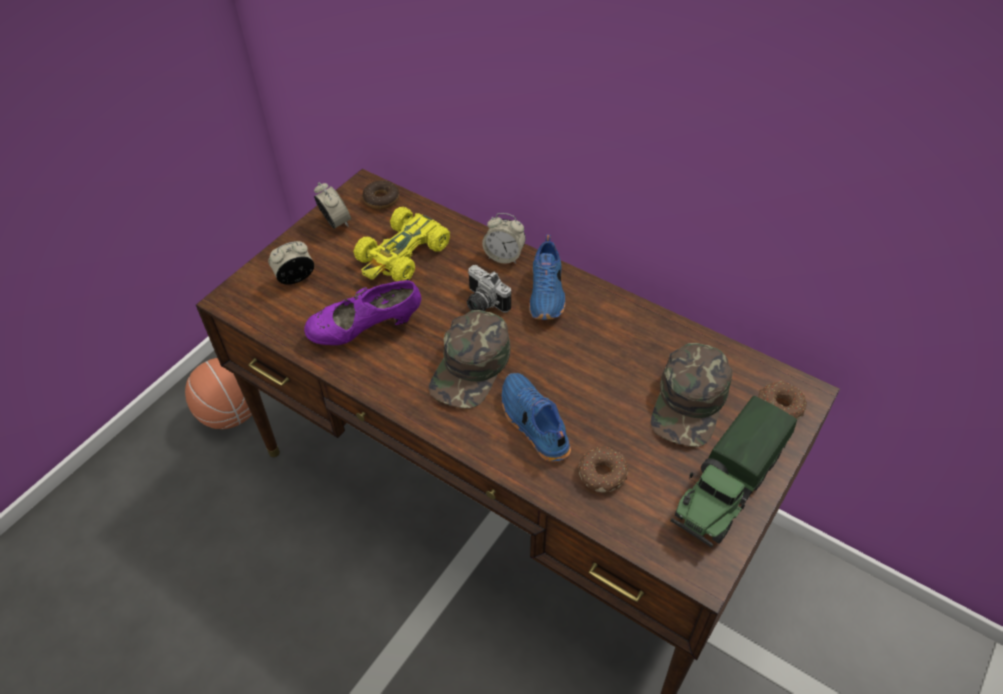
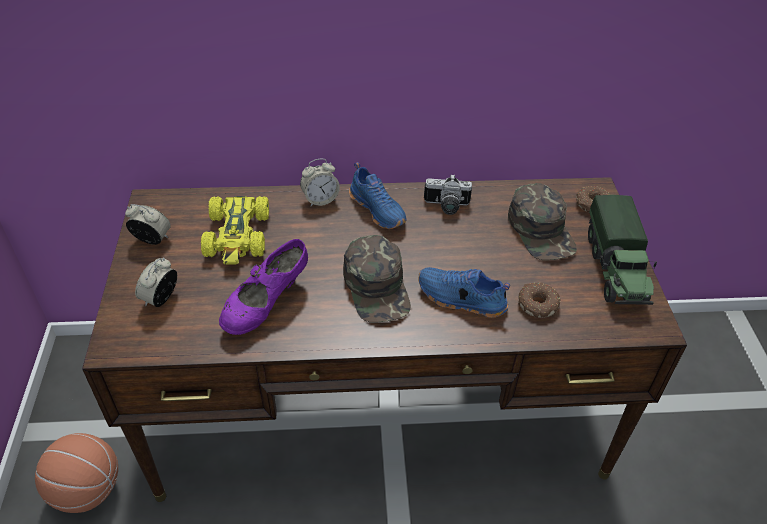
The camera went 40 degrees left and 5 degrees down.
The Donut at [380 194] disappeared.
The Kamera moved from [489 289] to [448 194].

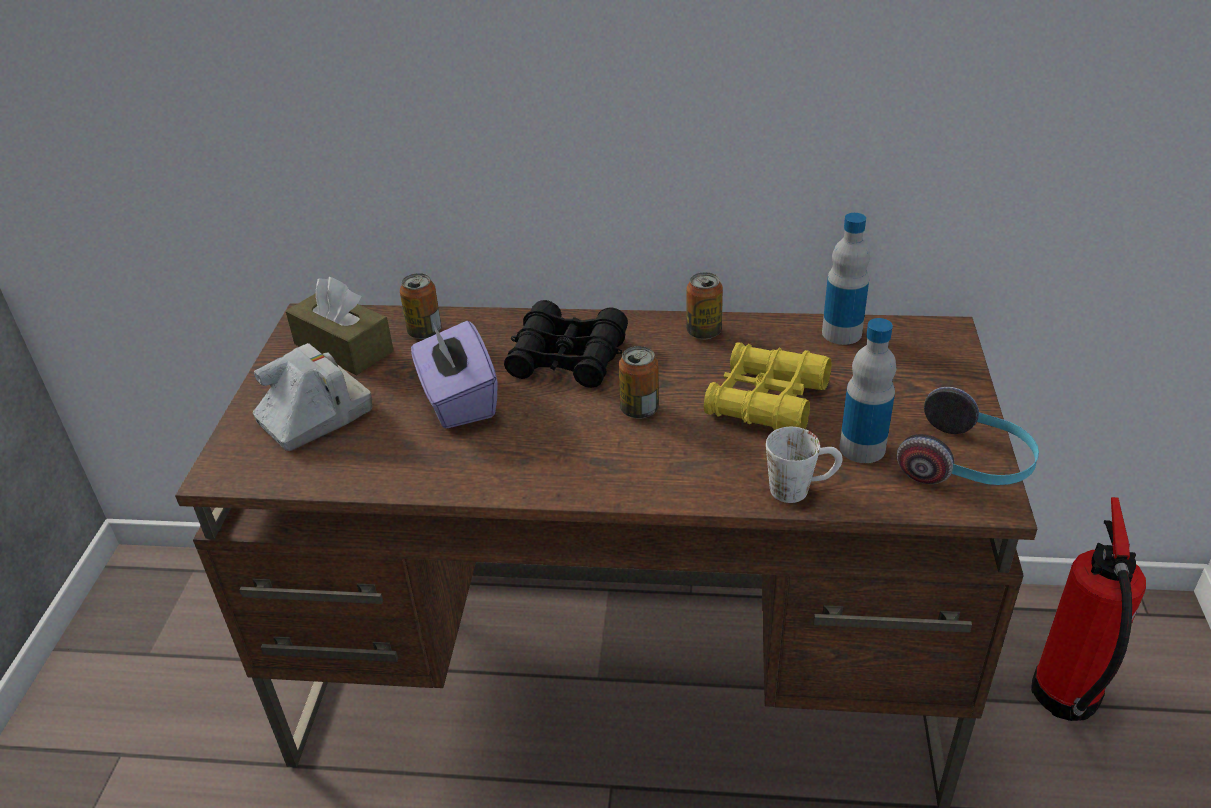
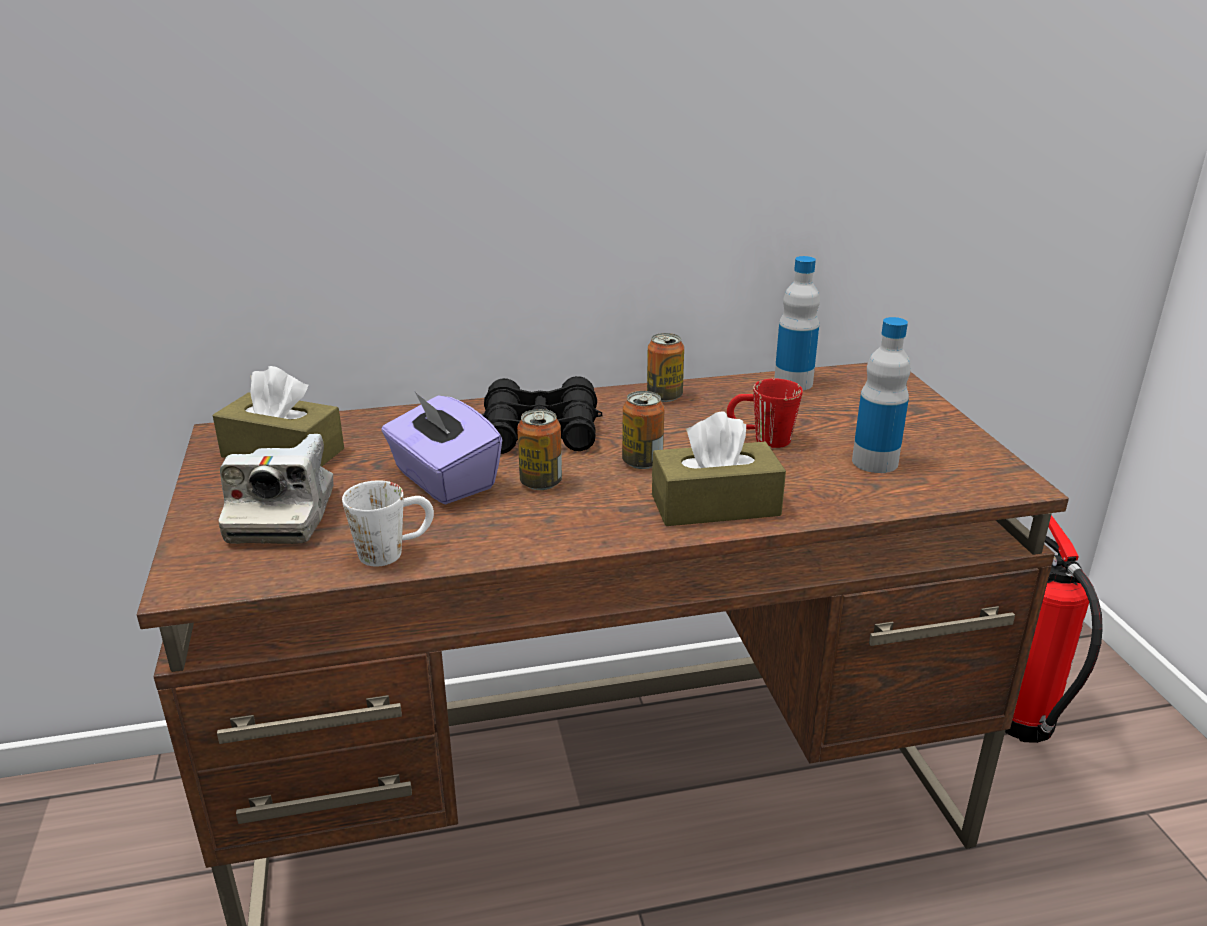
The camera went 20 degrees left and 10 degrees down.
The Dose moved from [420 306] to [539 449].
The Fernglas [gelb] at [768 386] was replaced by the Henkelbecher [rot] at [765 413].
The Kamera at [312 397] turned 150 degrees clockwise.
The Kopfhörer at [968 436] disappeared.
The Henkelbecher [weiß] moved from [804 465] to [388 523].
The Taschentuchbox [braun] at [719 469] appeared.

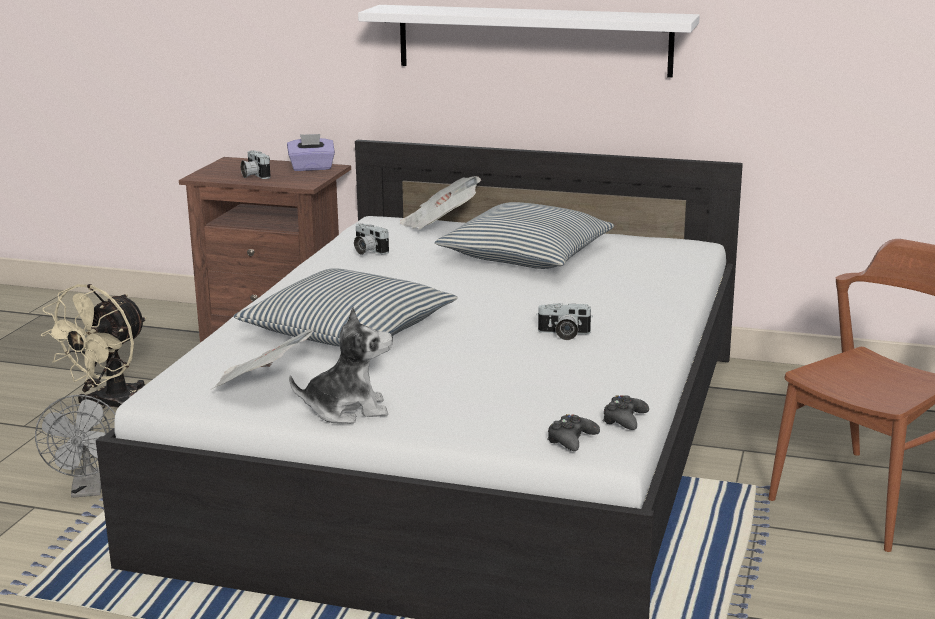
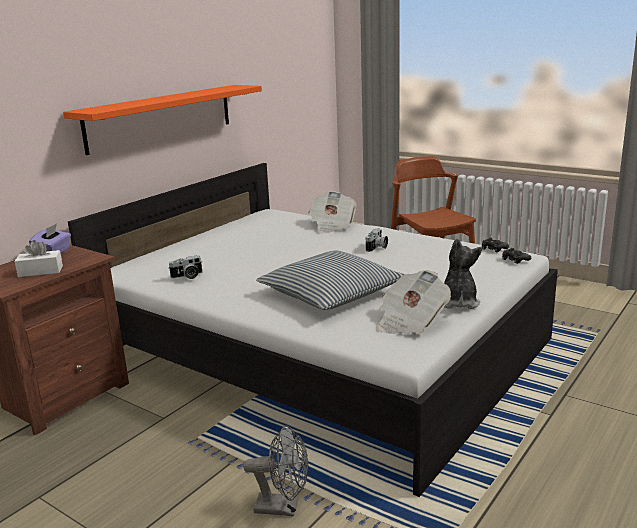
The camera went 70 degrees left and 0 degrees up.
The Wandregal [weiß] at [529 41] became the Wandregal [orange] at [162 120].
The Kamera at [256 164] was replaced by the Taschentuchbox [weiß] at [39 258].
The Zeitung moved from [440 202] to [332 212].
The Kissen at [524 235] disappeared.
The Ventilator [beige] at [94 346] disappeared.

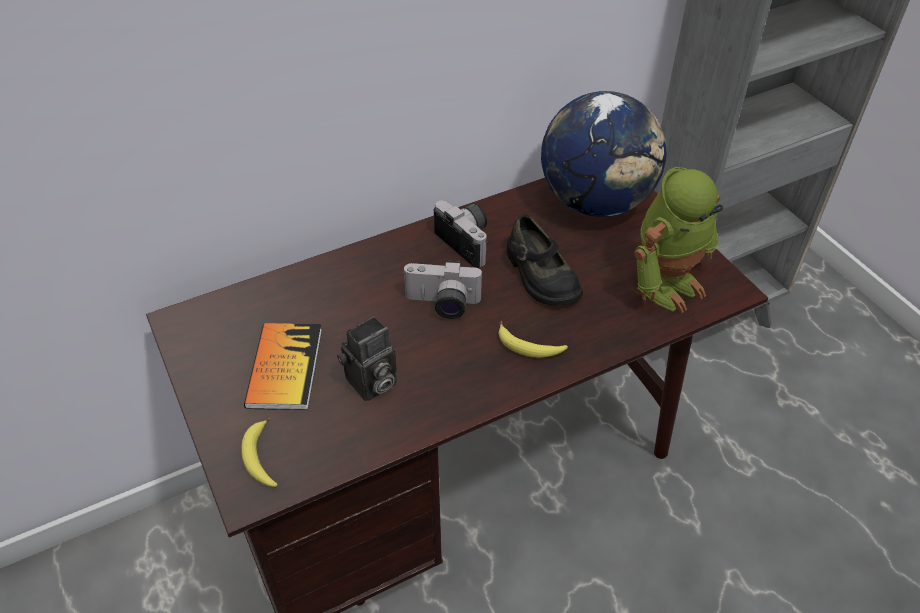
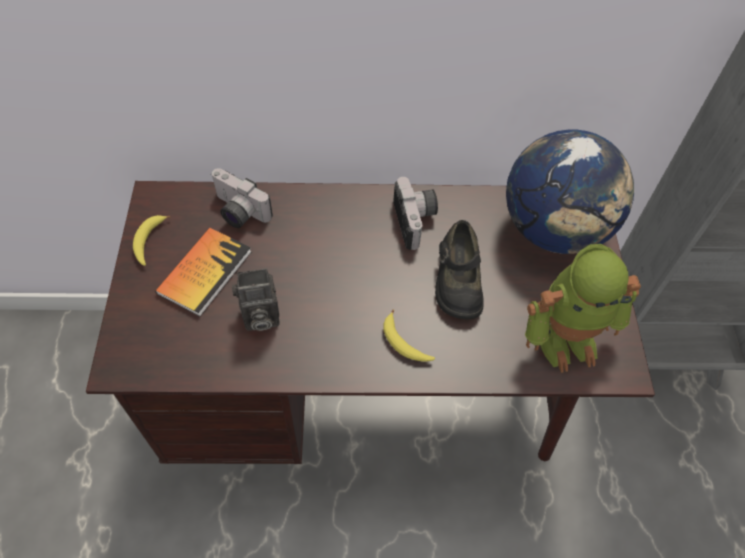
The camera went 25 degrees right and 10 degrees up.
The Kamera moved from [443 290] to [242 198].
The Banane moved from [259 452] to [151 240].

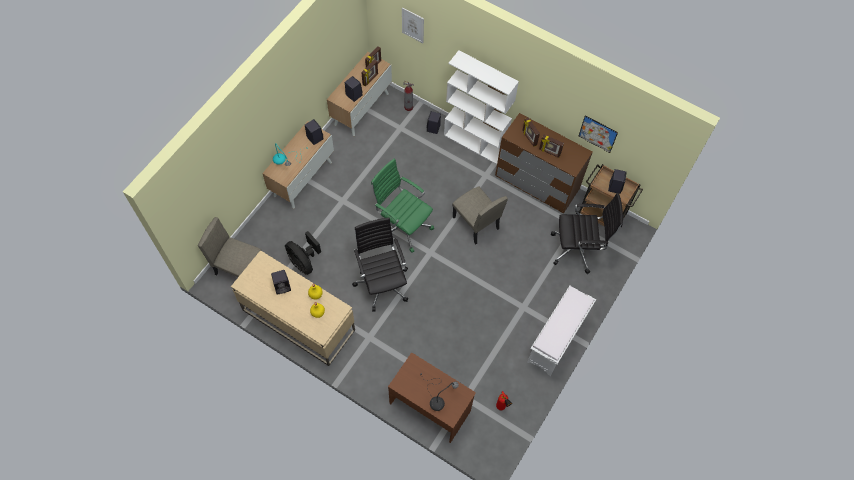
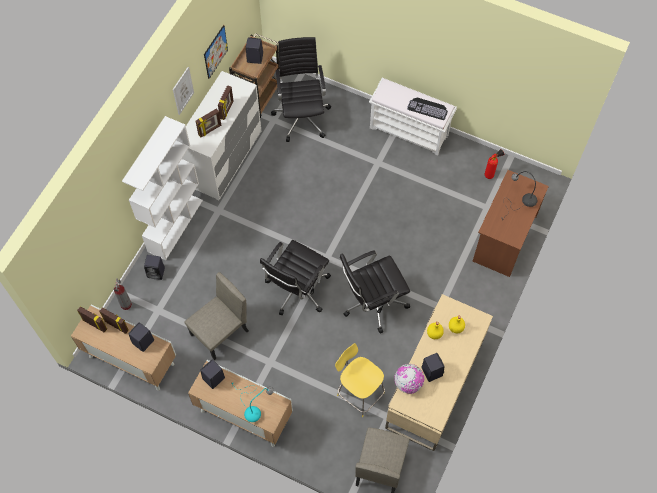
The camera went 95 degrees left and 0 degrees up.
The Bild moved from [413 25] to [183 91].
The Kommode [braun] at [544 163] became the Kommode [weiß] at [221 136].
The Bürostuhl [grün] at [402 206] became the Bürostuhl [schwarz] at [295 277].
The Stuhl [beige] moved from [480 215] to [217 316].
The Ventilator [schwarz] at [303 253] was replaced by the Hocker [gelb] at [360 380].
The Tastatur at [427 109] appeared.
The Globus at [409 379] appeared.

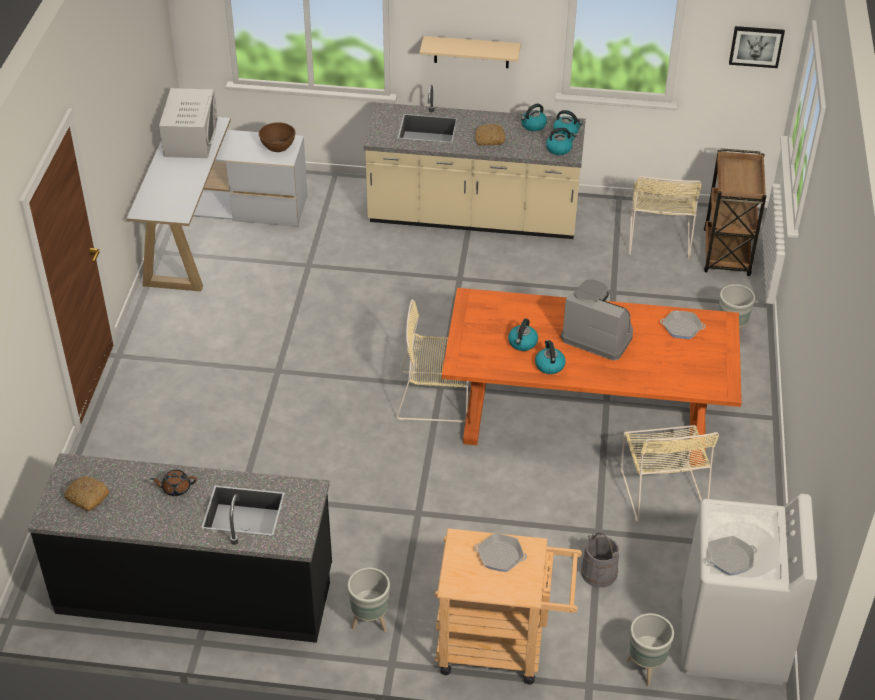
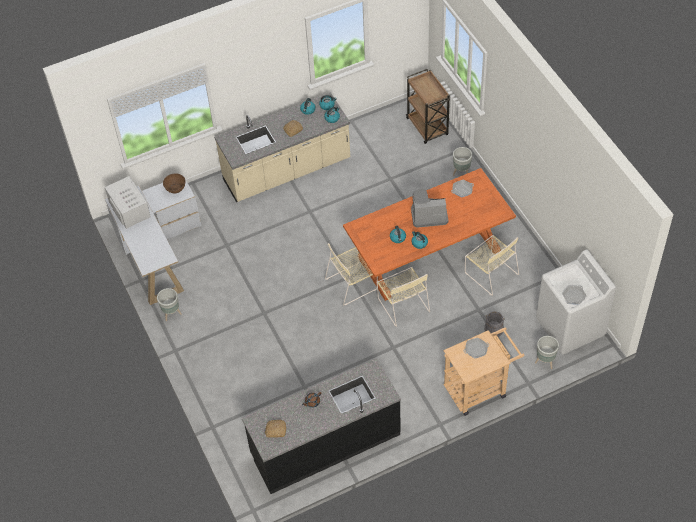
The camera went 30 degrees left and 10 degrees up.
The Bild at [757 47] disappeared.
The Wandregal [beige] at [470 52] disappeared.
The Stuhl [beige] moved from [665 218] to [403 297].
The Pflanzkübel [grau] moved from [368 599] to [169 304].

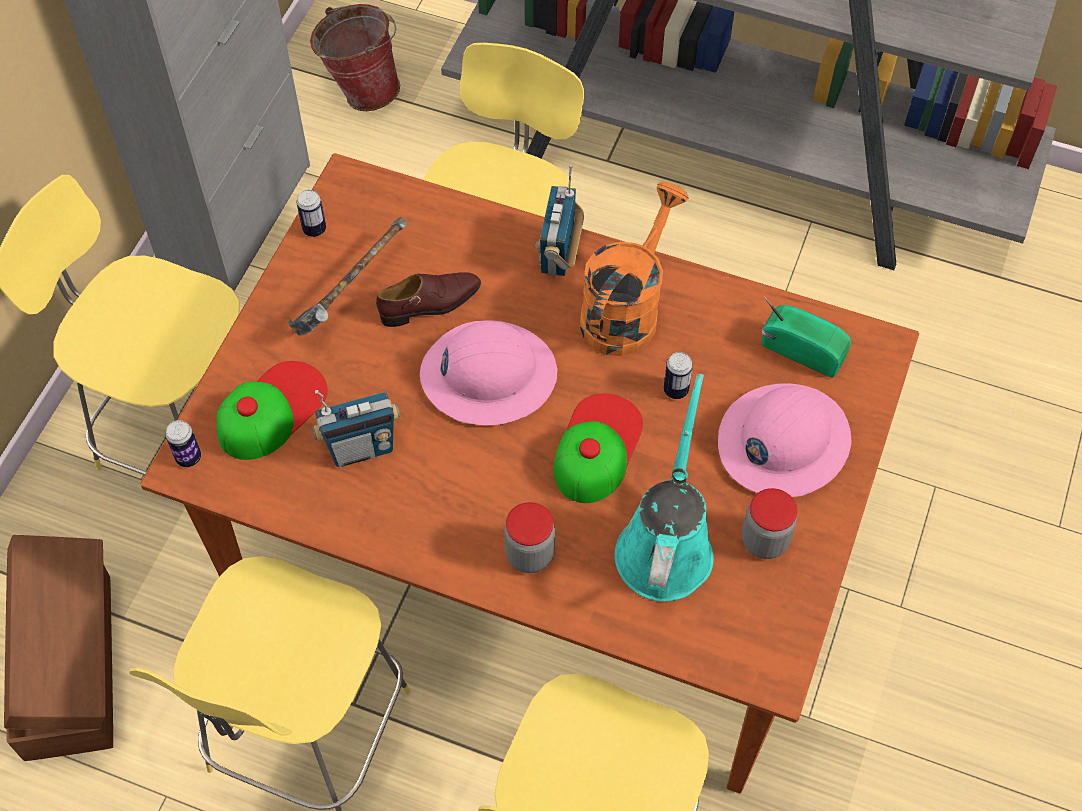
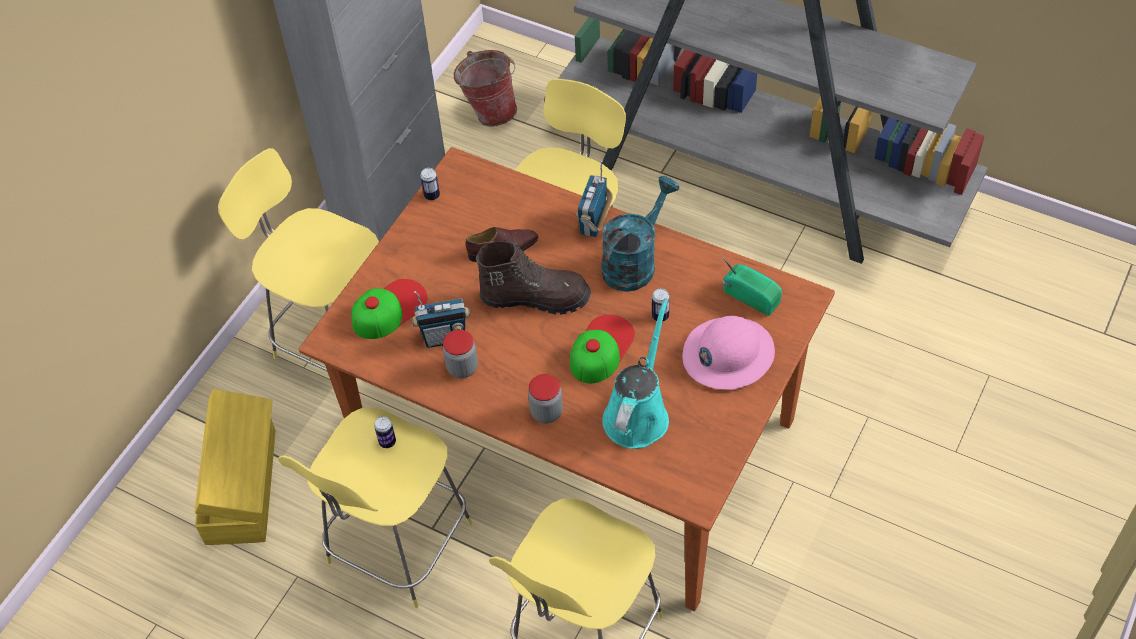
The camera went 10 degrees right and 5 degrees down.
The Gießkanne [orange] at [634 269] became the Gießkanne [türkis] at [640 234].
The Hammer at [348 276] disappeared.
The Schutzhelm [rosa] at [489 373] was replaced by the Stiefel [braun] at [533 278].
The Dose moved from [183 443] to [385 432].
The Vorratsglas moved from [769 523] to [460 354].
The Aufbewahrungsbox [braun] at [58 648] became the Aufbewahrungsbox [gelb] at [235 467].

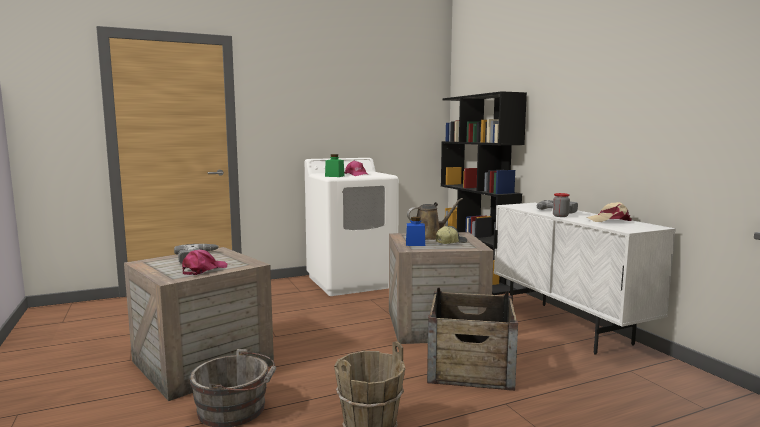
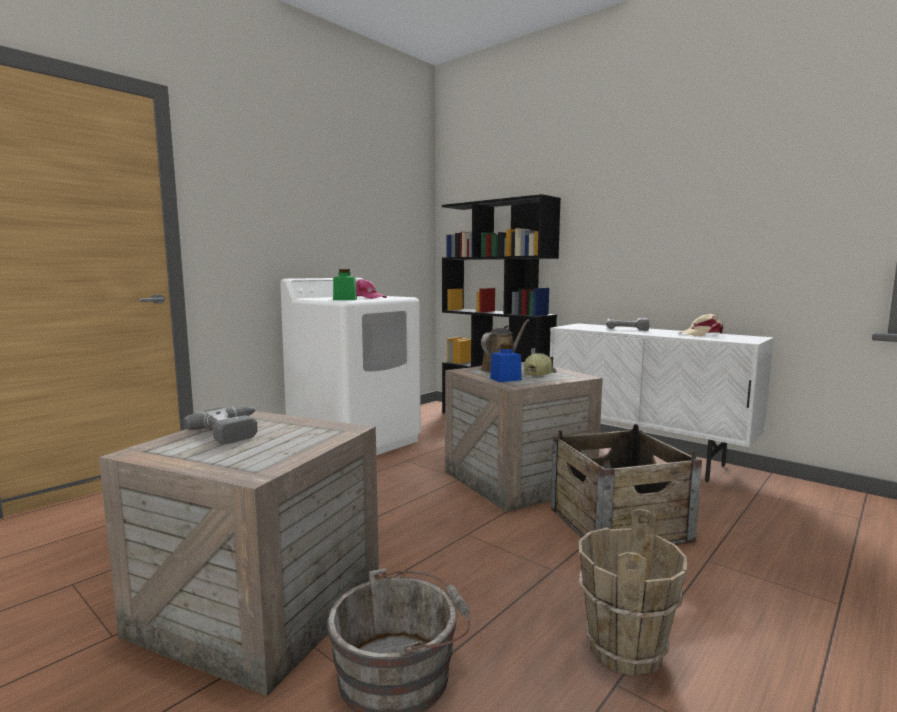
The camera went 25 degrees left and 0 degrees up.
The Vorratsglas at [561 205] disappeared.
The Kappe [rosa] at [205 262] disappeared.

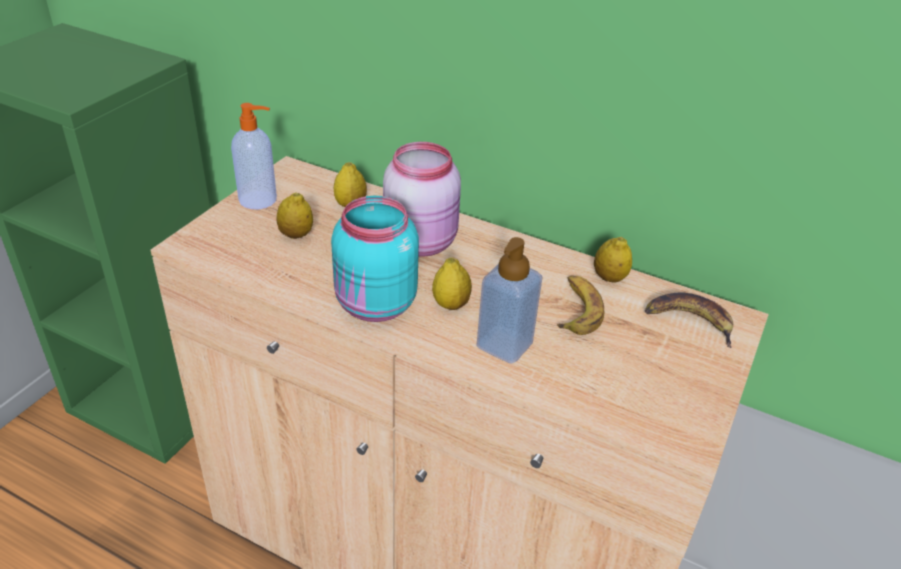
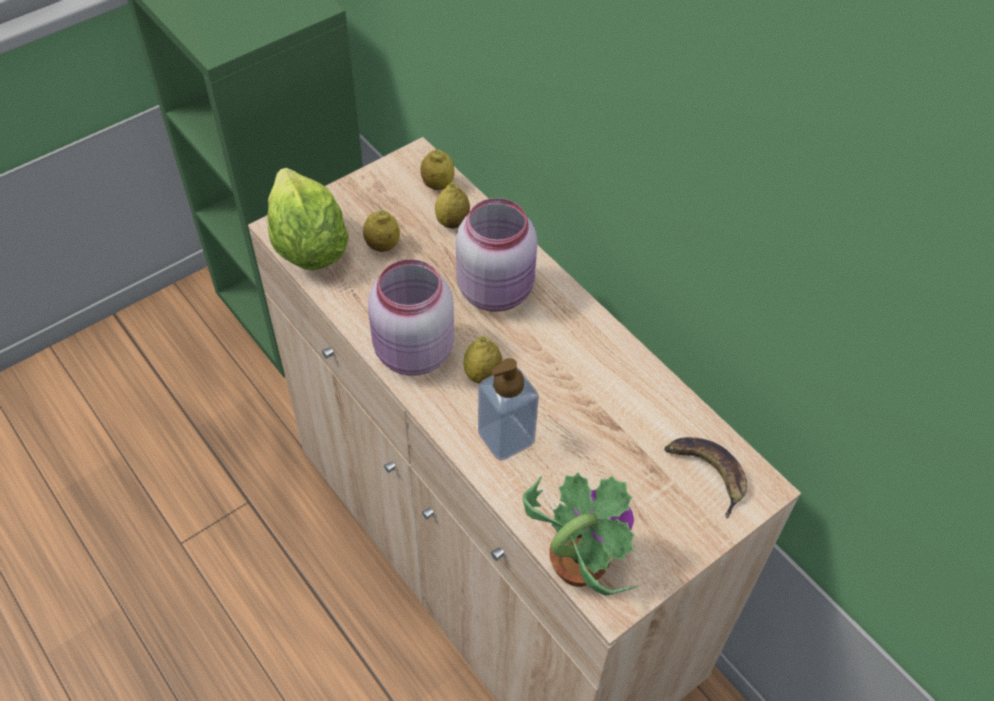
The camera went 25 degrees right and 15 degrees up.
The Seifenspender at [254 156] disappeared.
The Vorratsglas [türkis] at [375 259] became the Vorratsglas [rosa] at [411 317].
The Zitrone moved from [613 260] to [437 170].
The Banane at [580 305] disappeared.
The Salatkopf at [308 219] appeared.
The Topfpflanze at [580 533] appeared.

